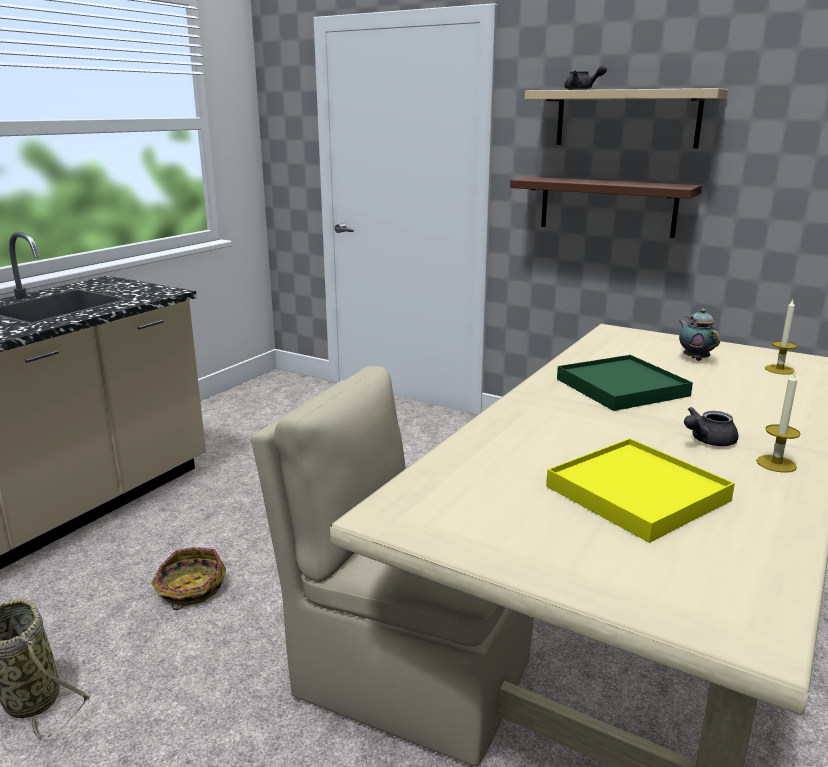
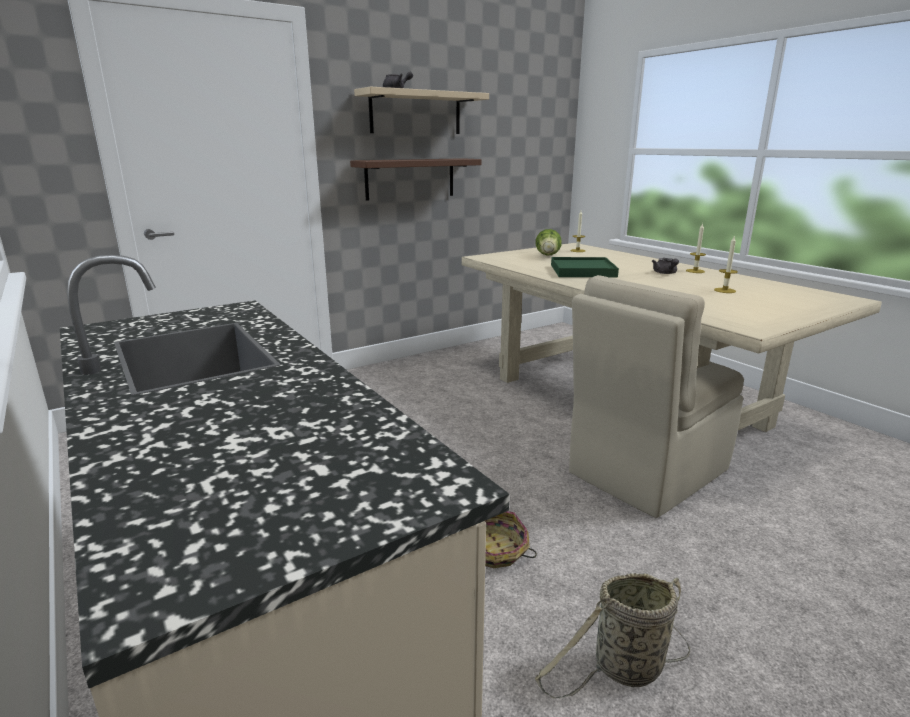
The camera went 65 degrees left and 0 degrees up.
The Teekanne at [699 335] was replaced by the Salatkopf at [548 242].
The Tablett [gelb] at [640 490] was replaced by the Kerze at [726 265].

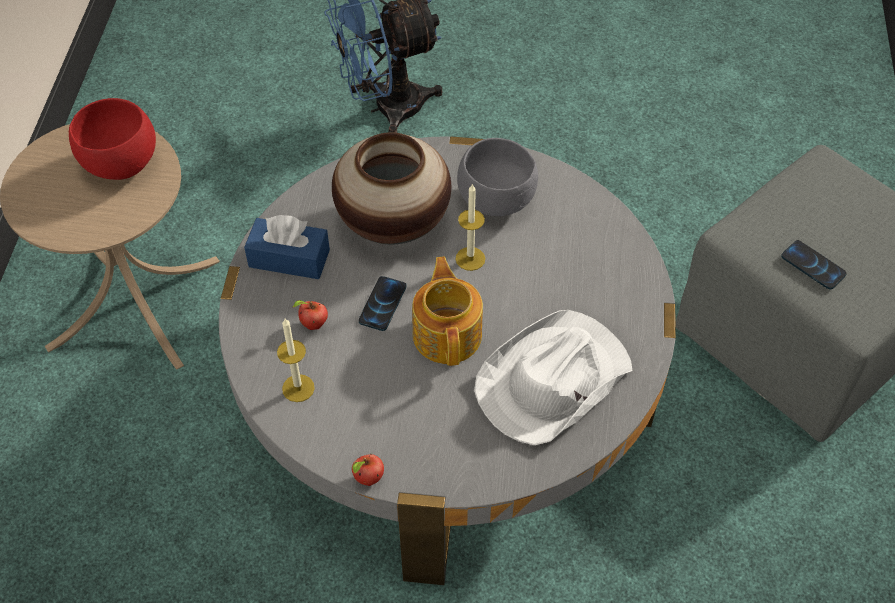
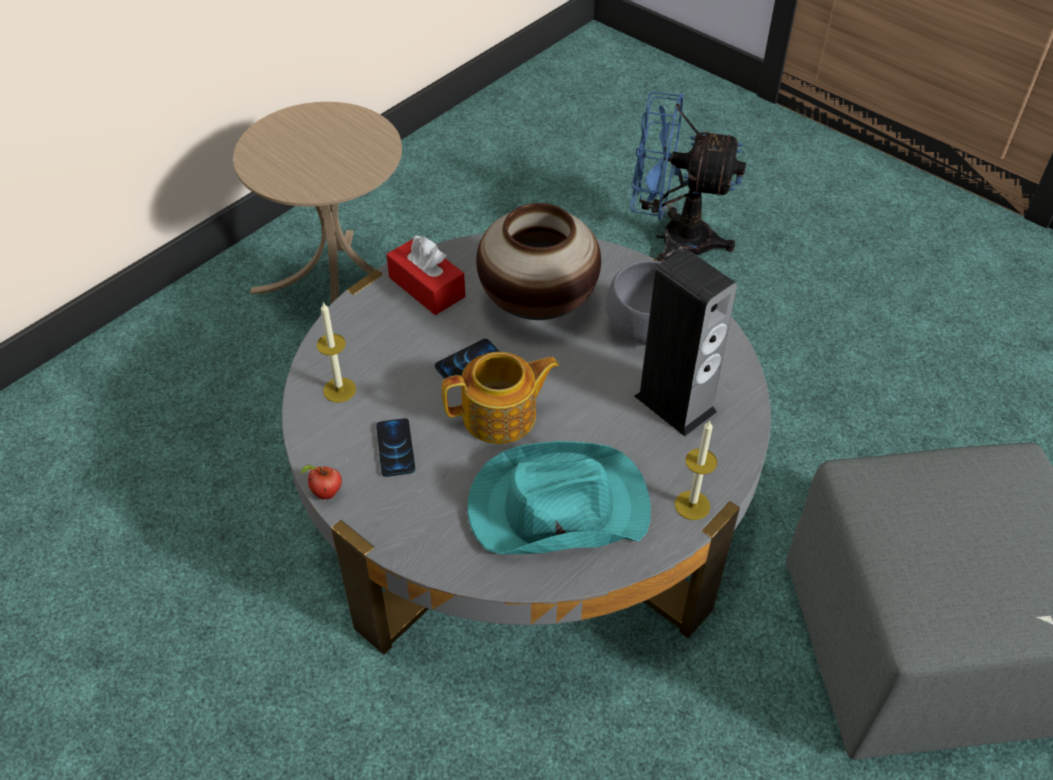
The camera went 35 degrees right and 5 degrees down.
The Schüssel [rot] at [112 139] disappeared.
The Kerze moved from [470 227] to [695 470].
The Taschentuchbox [blau] at [287 247] became the Taschentuchbox [rot] at [425 275].
The Handy moved from [814 265] to [395 447].
The Teekanne at [447 311] turned 45 degrees clockwise.
The Apfel at [310 315] disappeared.
The Hut [weiß] at [553 377] became the Hut [türkis] at [559 497].
The Lautsprecher at [686 342] appeared.

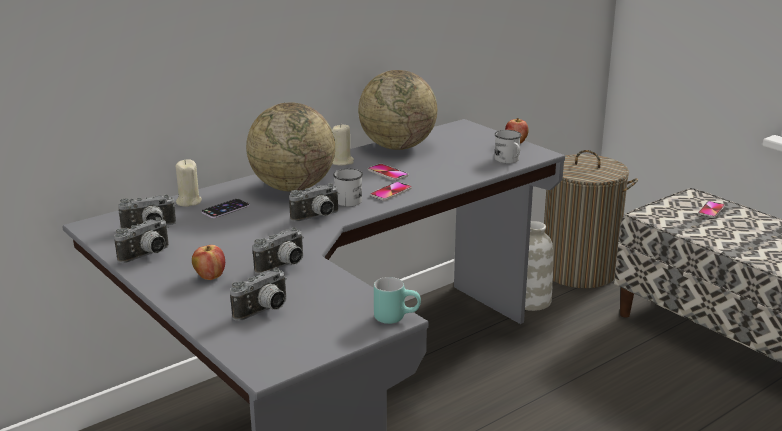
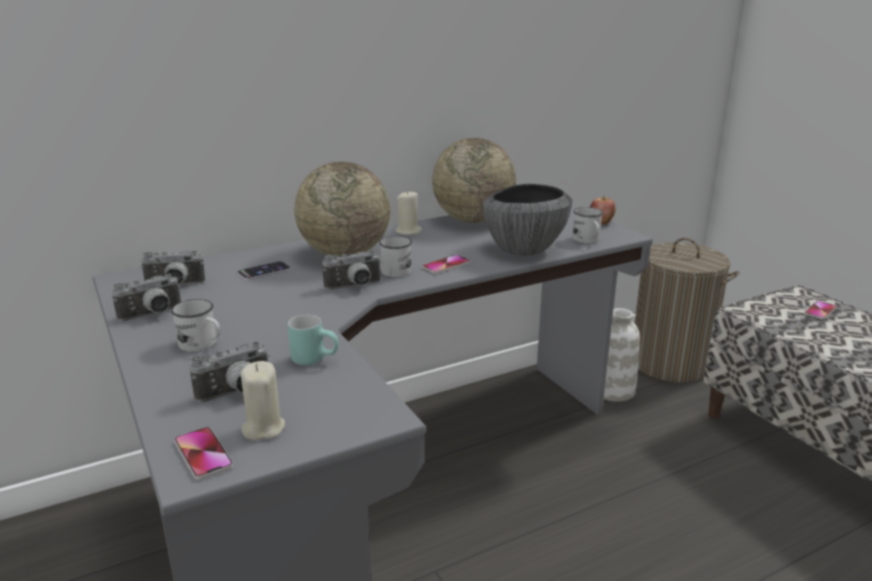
The camera went 10 degrees right and 0 degrees up.
The Kerze [beige] moved from [189 183] to [263 400].
The Handy moved from [388 172] to [204 453].
The Kamera at [278 250] disappeared.
The Apfel at [208 262] was replaced by the Henkelbecher [weiß] at [196 325].
The Henkelbecher [türkis] moved from [397 300] to [313 340].
The Schüssel at [527 219] appeared.

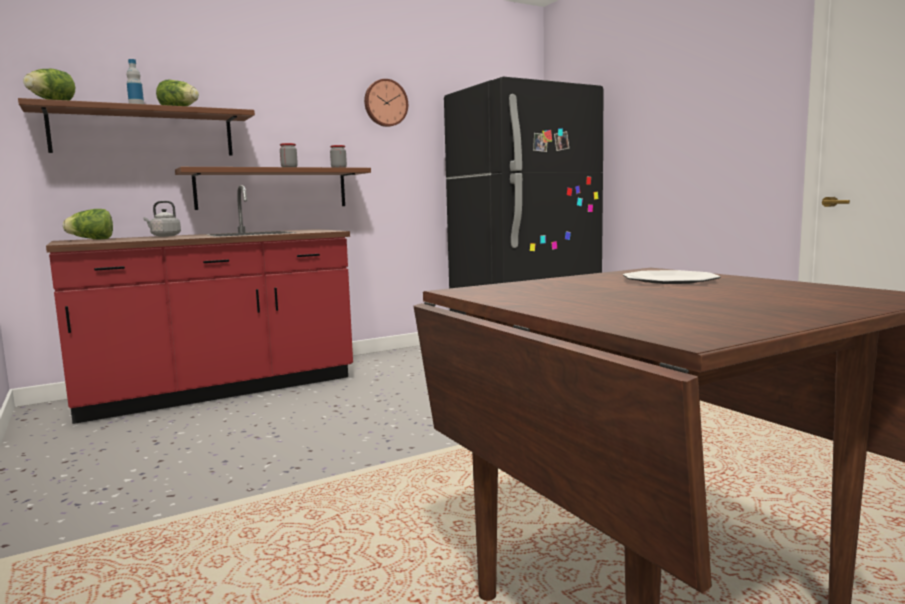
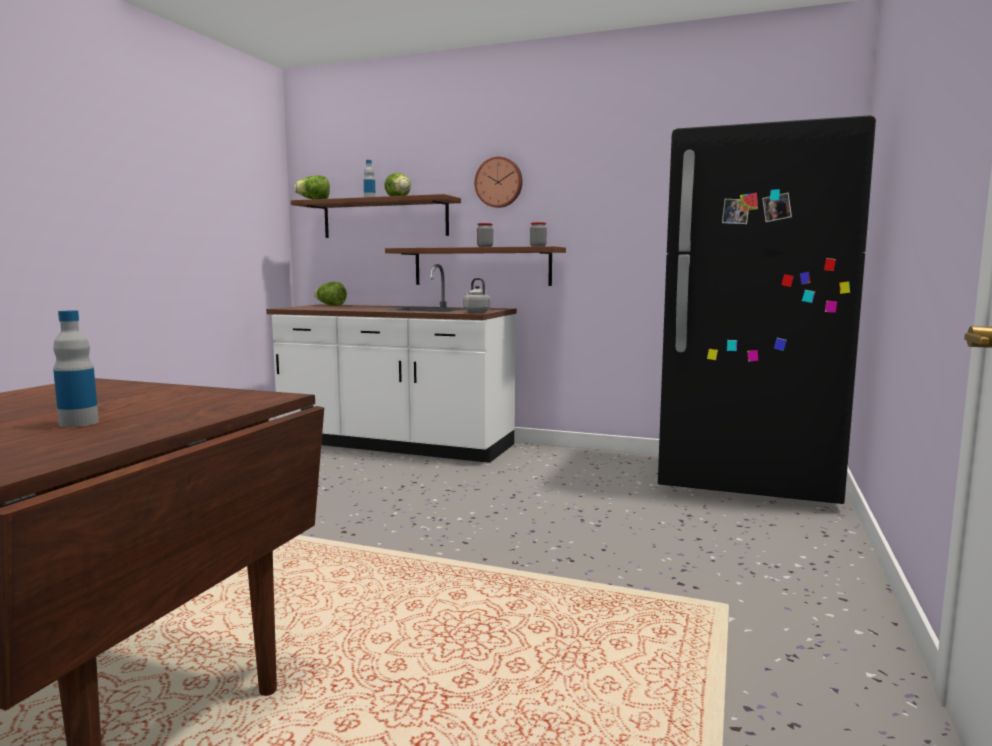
The camera went 50 degrees right and 0 degrees up.
The Wanduhr moved from [386 103] to [498 182].
The Küchenzeile [rot] at [199 304] became the Küchenzeile [weiß] at [391 363].
The Wasserkessel [grau] moved from [162 219] to [477 295].
The Teller at [672 277] disappeared.
The Flasche at [76 368] appeared.

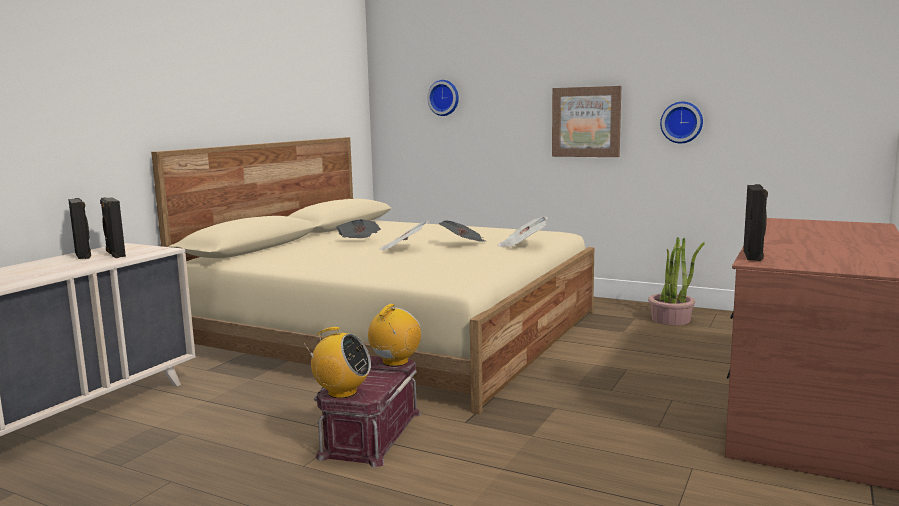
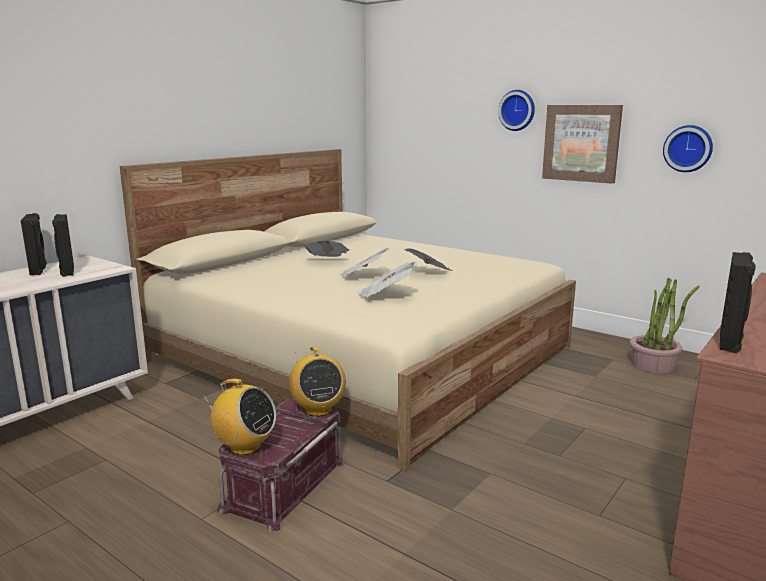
The camera went 10 degrees right and 5 degrees up.
The Wanduhr moved from [443 98] to [516 110].
The Zeitung moved from [522 232] to [387 280].
The Radio at [394 335] turned 120 degrees clockwise.

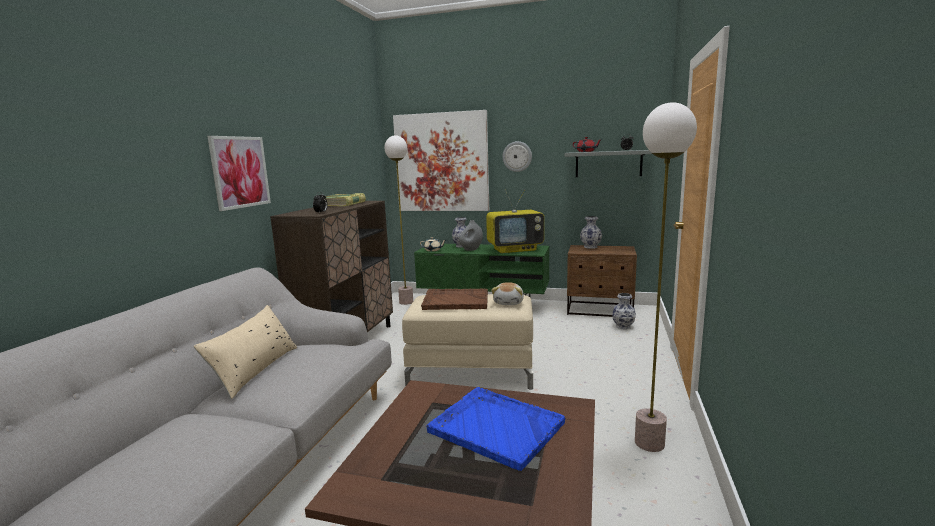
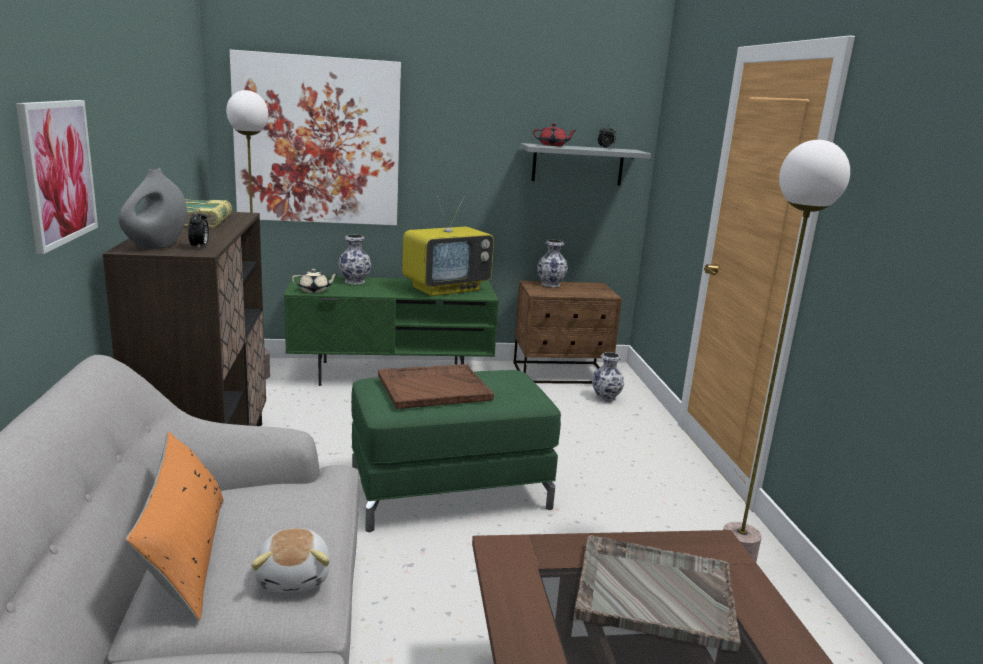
The camera went 25 degrees left and 5 degrees up.
The Wanduhr at [517 156] disappeared.
The Vase [grau] moved from [471 235] to [153 209].
The Plüschtier moved from [507 293] to [290 560].
The Polsterhocker [beige] at [467 342] became the Polsterhocker [grün] at [456 451].
The Kissen [beige] at [245 352] became the Kissen [orange] at [175 525].
The Tablett [blau] at [495 429] became the Tablett [grau] at [658 593].

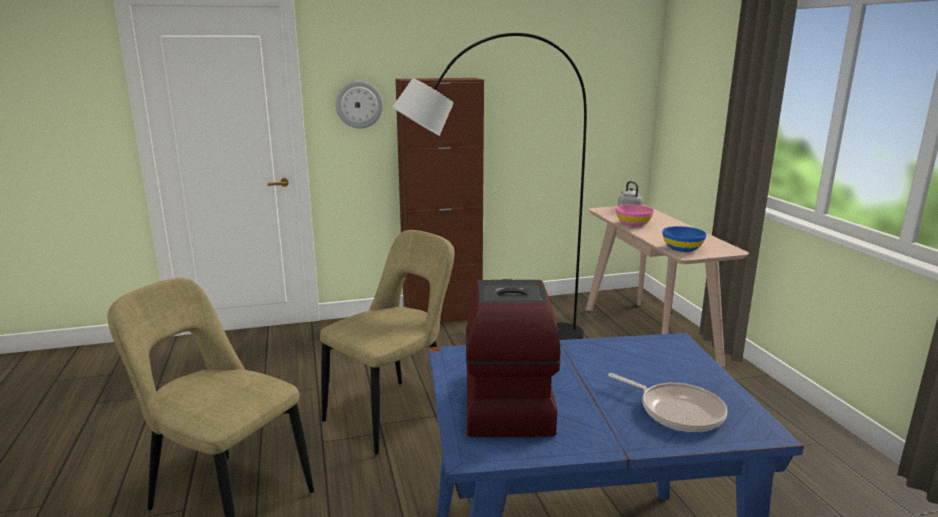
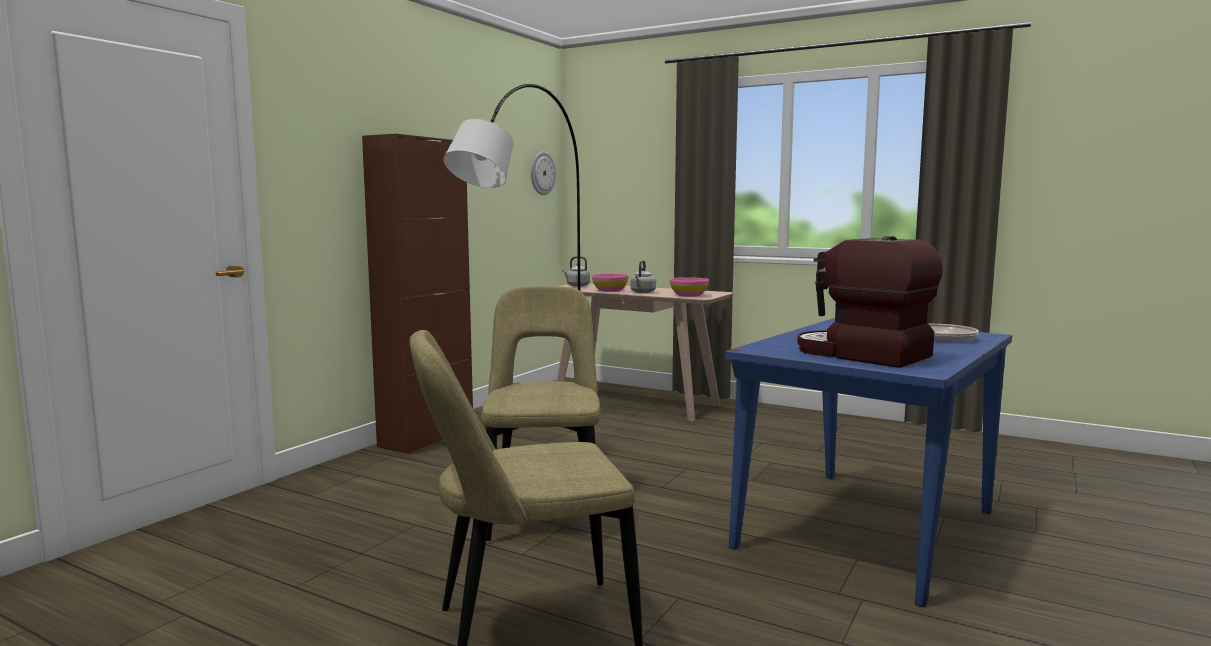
The camera went 45 degrees left and 10 degrees down.
The Wanduhr moved from [359 105] to [543 173].
The Schüssel [blau] at [684 239] became the Schüssel [rosa] at [689 287].
The Wasserkessel [grau] at [643 276] appeared.

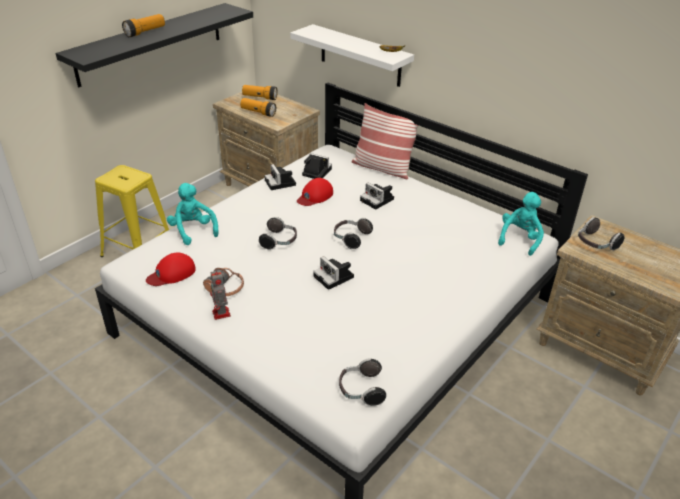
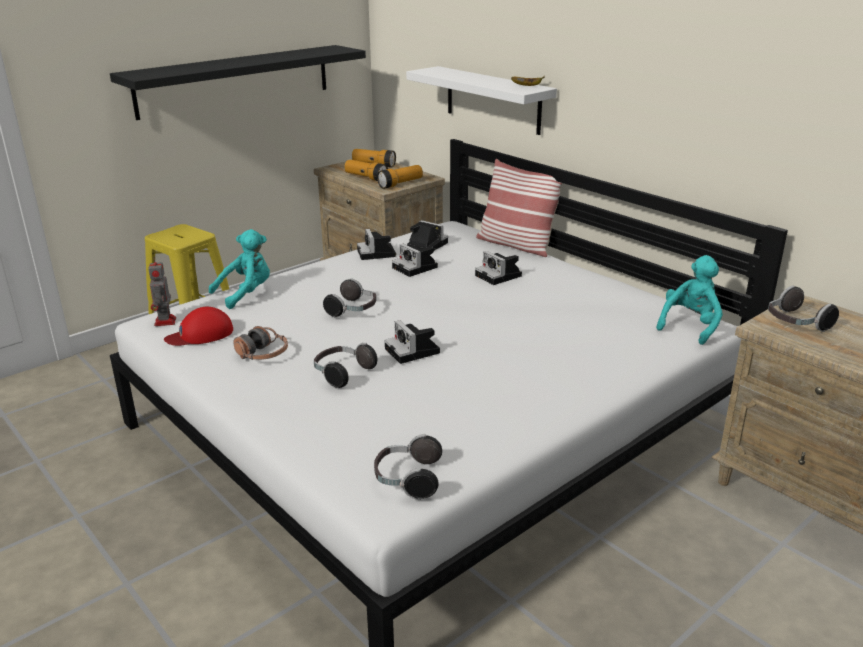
The camera went 10 degrees right and 10 degrees down.
The Taschenlampe moved from [143 25] to [400 177].
The Kappe [rot] at [315 192] was replaced by the Kamera at [415 260].
The Plüschtier [türkis] at [193 214] turned 75 degrees clockwise.
The Kopfhörer moved from [353 233] to [345 365].
The Spielzeugroboter moved from [220 295] to [162 291].

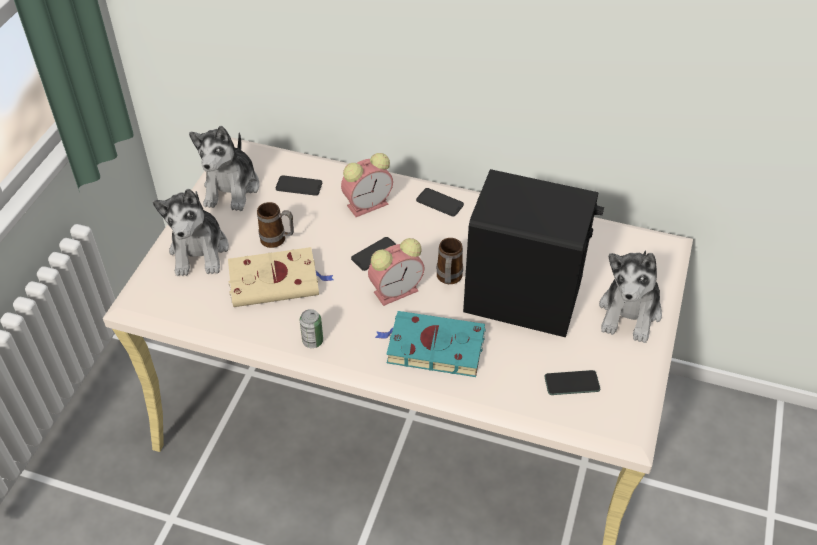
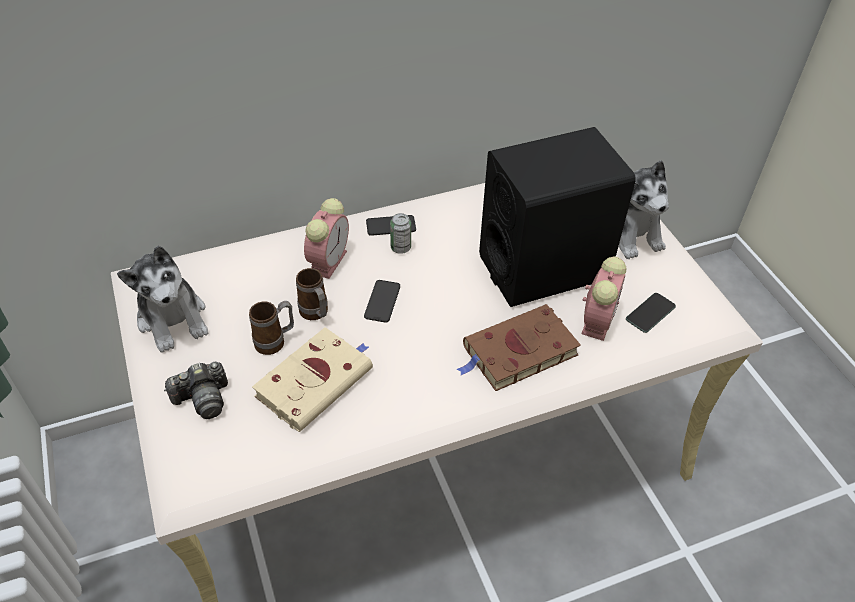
The camera went 40 degrees left and 0 degrees up.
The Handy at [299 185] disappeared.
The Plüschtier at [191 232] was replaced by the Kamera at [196 390].
The Wecker moved from [396 272] to [603 299].
The Henkelbecher moved from [450 261] to [312 294].
The Dose moved from [311 328] to [400 233].
The Buch [türkis] at [430 344] became the Buch [braun] at [519 347].

